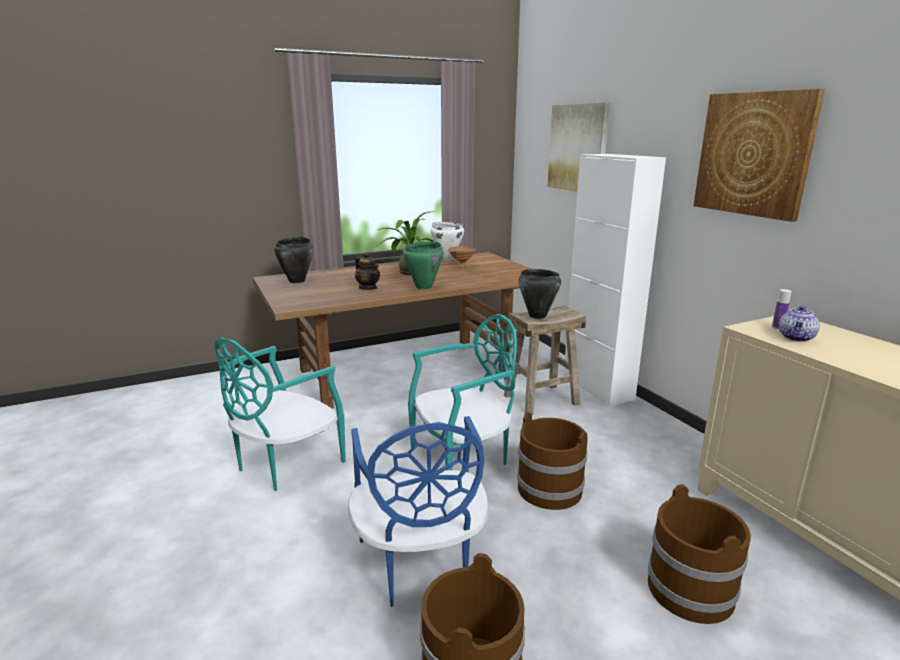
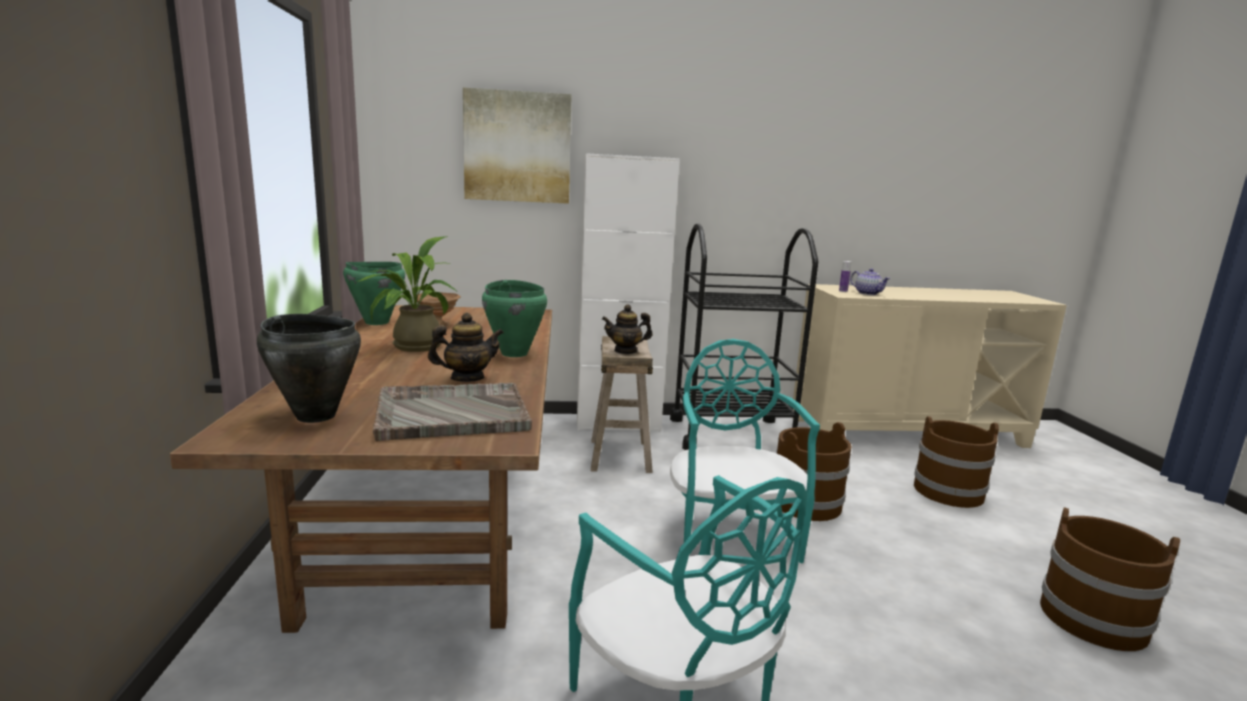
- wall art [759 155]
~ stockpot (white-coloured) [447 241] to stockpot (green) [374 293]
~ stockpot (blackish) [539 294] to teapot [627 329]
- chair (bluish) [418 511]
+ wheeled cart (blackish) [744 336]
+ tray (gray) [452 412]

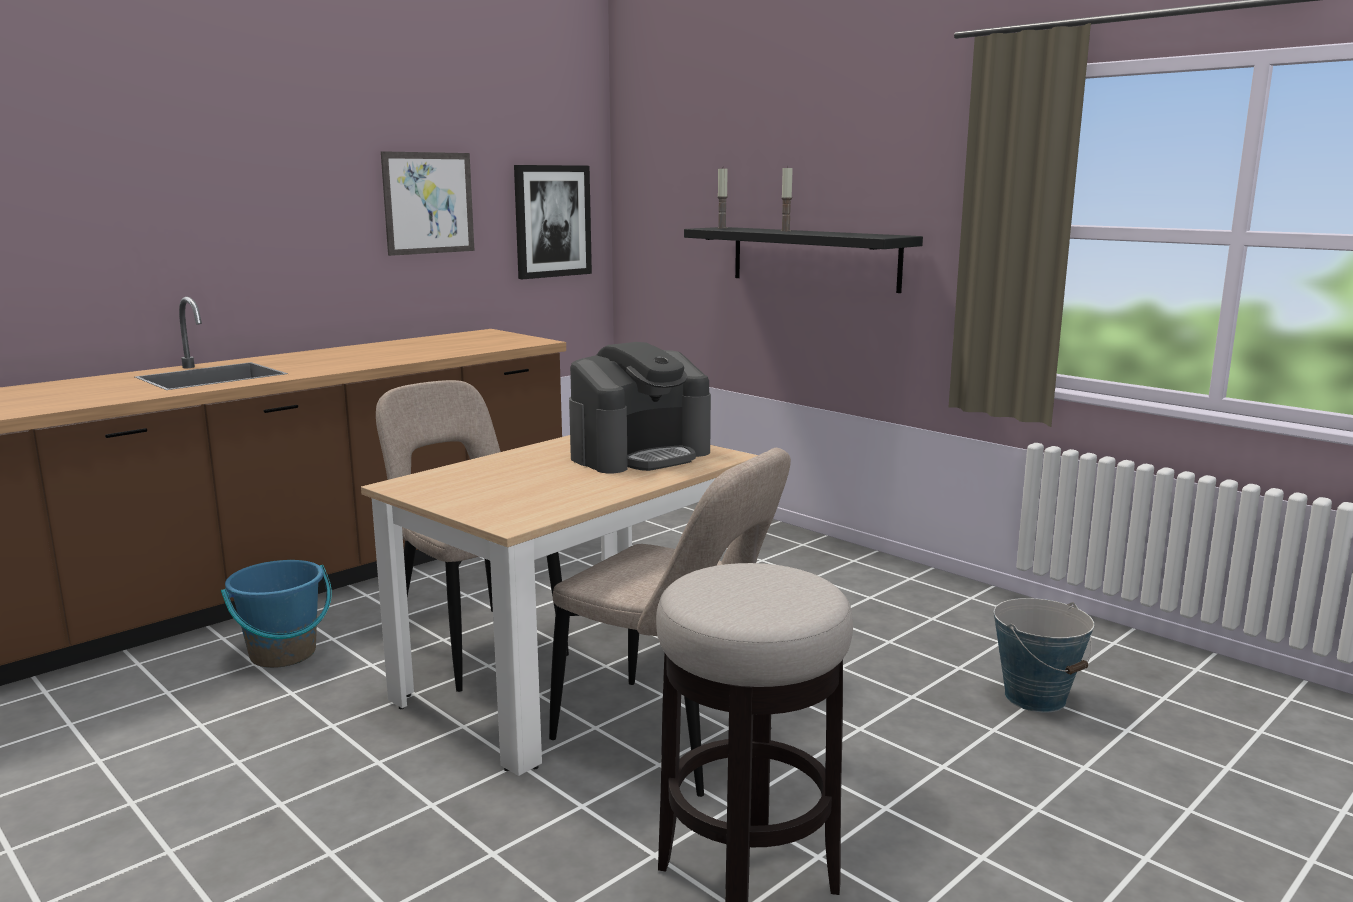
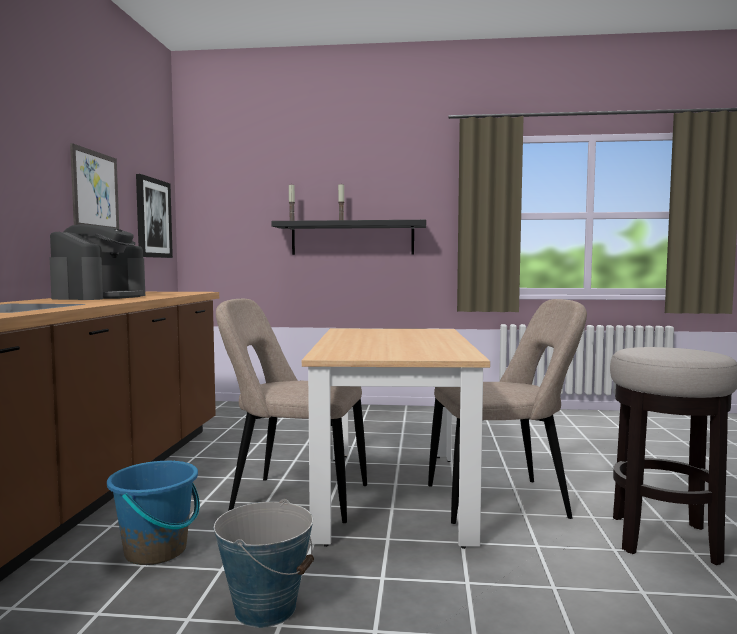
~ coffee machine [640 407] to [97 262]
~ pail [1044 655] to [264 563]

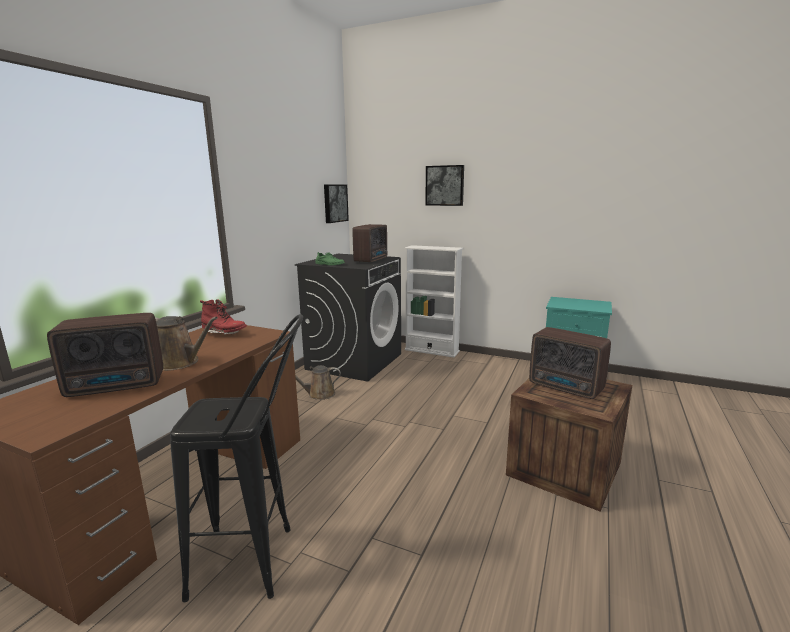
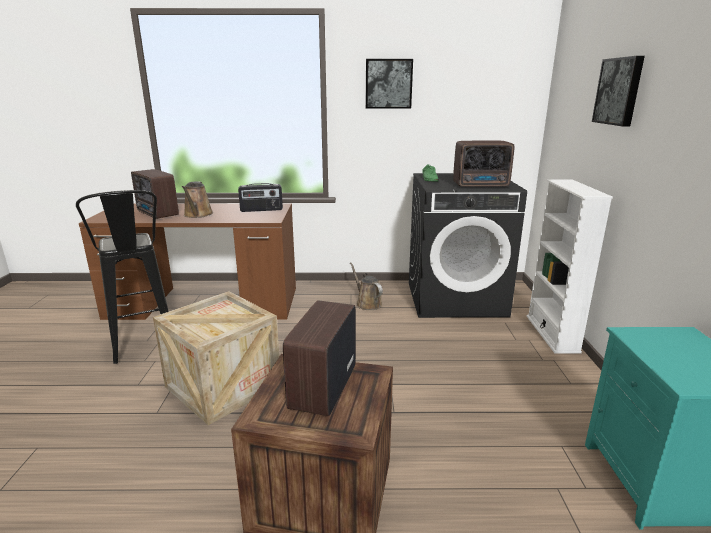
~ wall art [336 203] to [389 84]
~ boot (red-coloured) [223 316] to radio receiver [260 197]
+ shipping crate [216 358]

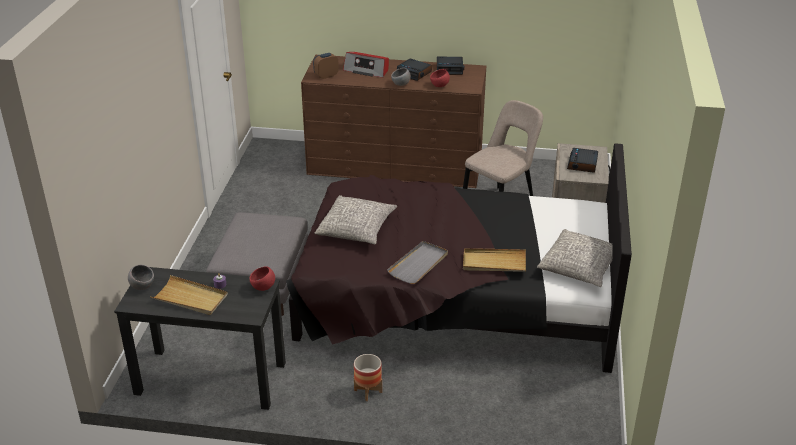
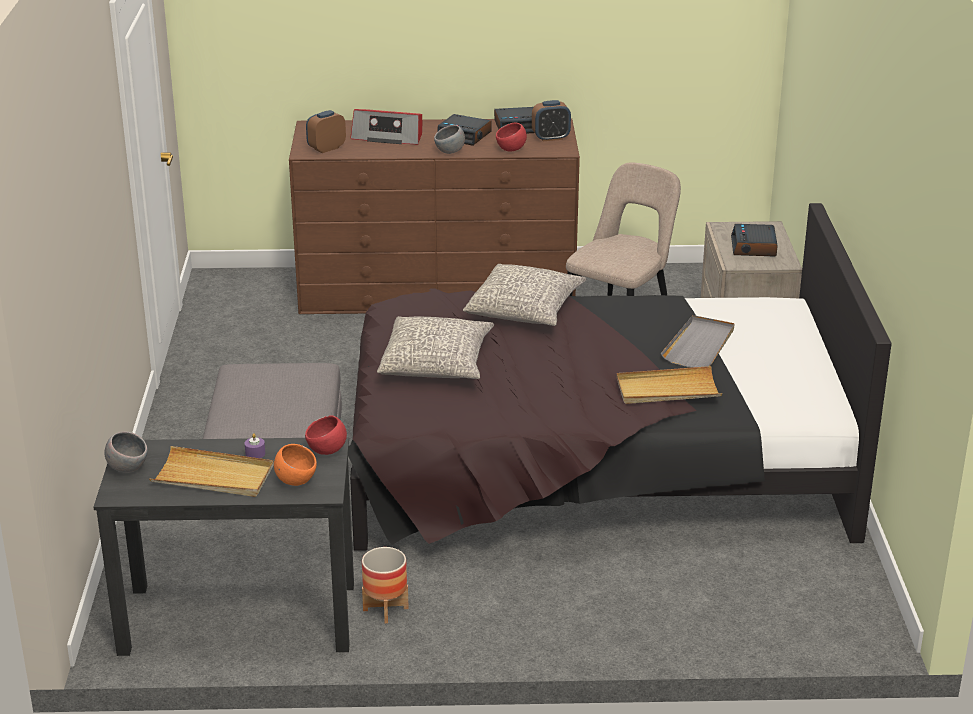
~ throw pillow (gray) [575 258] to [524 295]
~ tray (gray) [417 262] to [697 341]
~ plant pot [368 377] to [385 585]
+ alarm clock [551 120]
+ serving bowl (orange-coloured) [295 465]

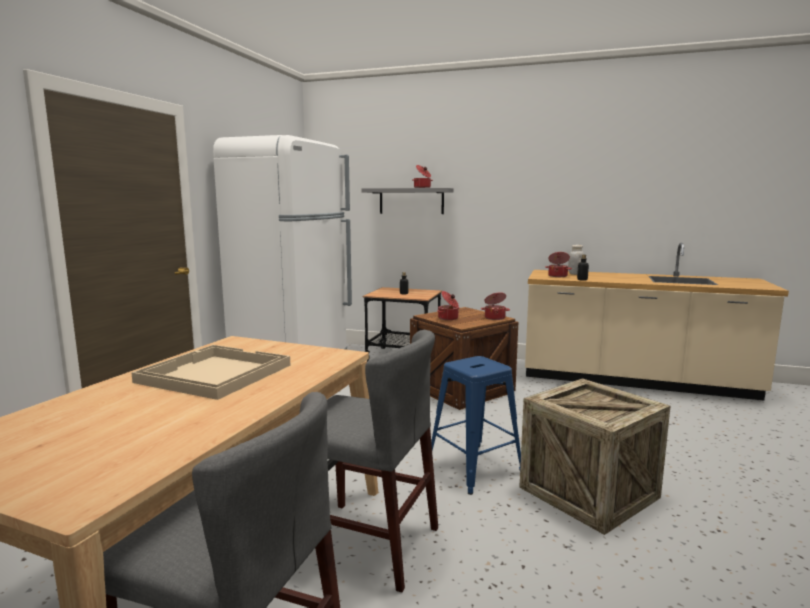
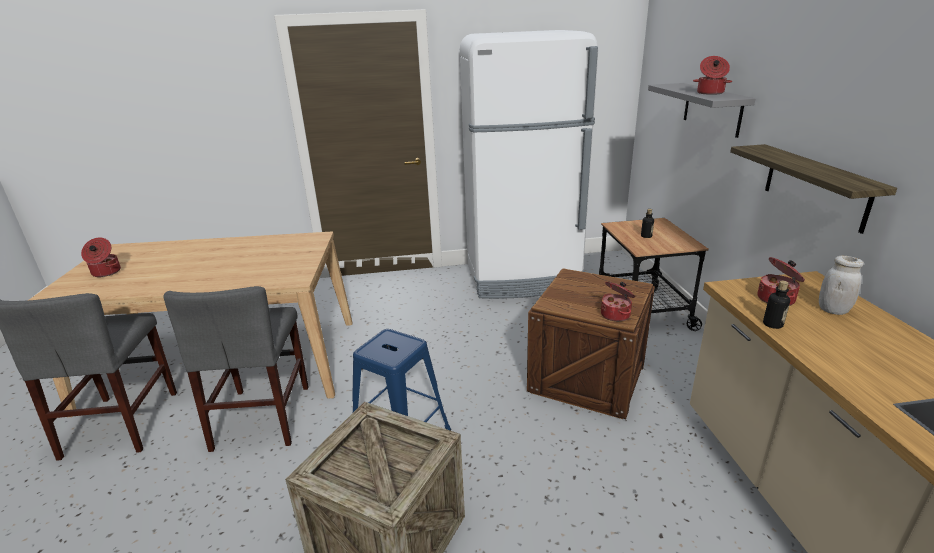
~ stockpot [448 305] to [101 257]
- tray (sand-coloured) [210 372]
+ shelf [813 189]

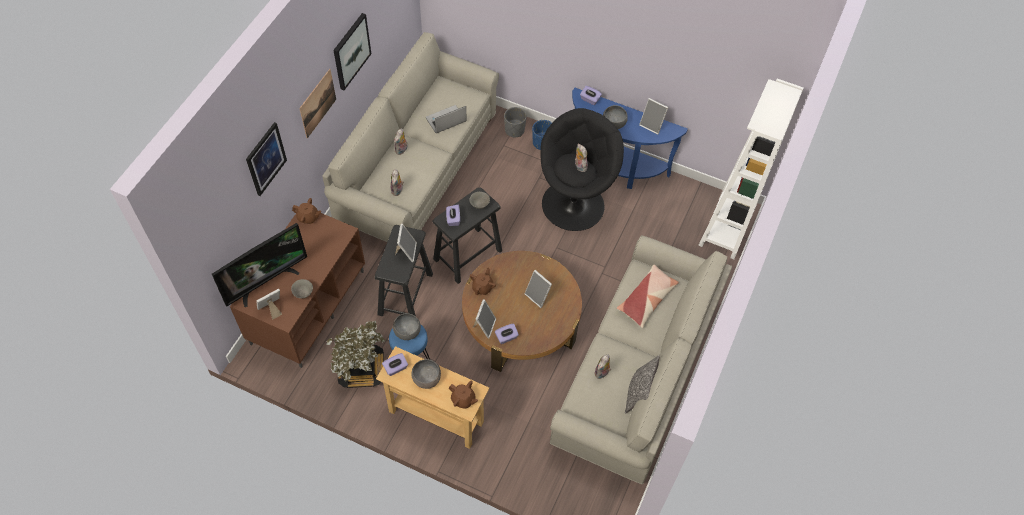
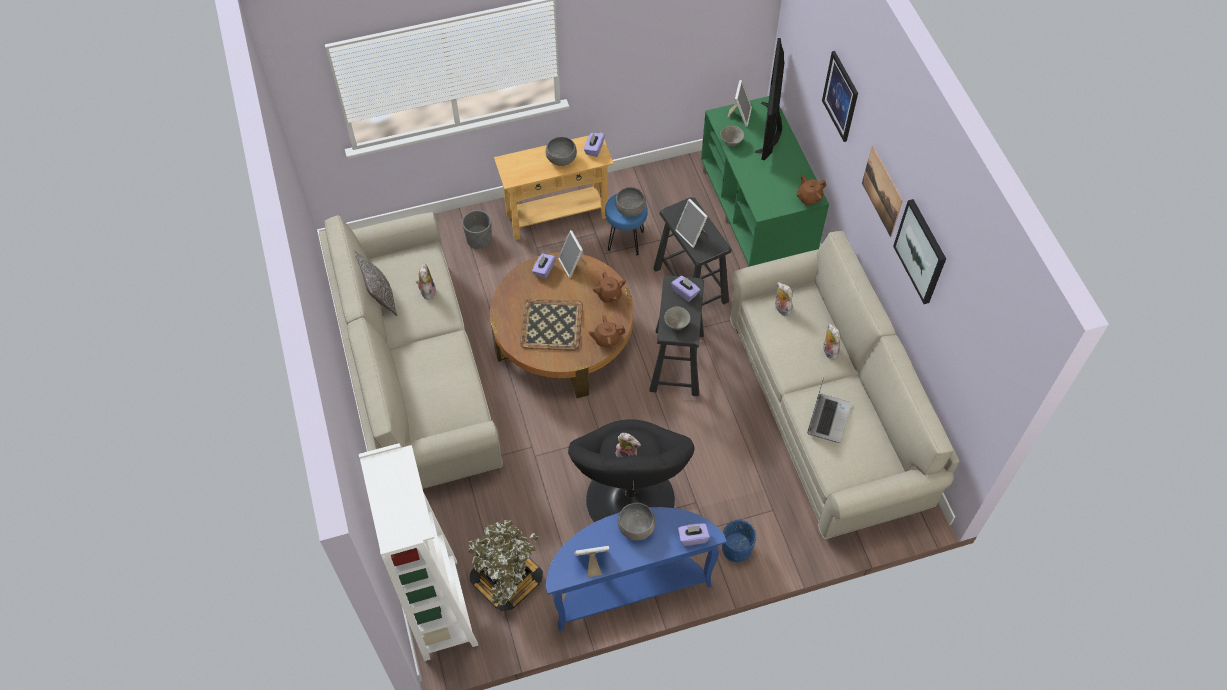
~ plant pot (gray) [515 122] to [477 229]
~ tv stand (brownish) [297 290] to tv stand (green) [765 181]
- throw pillow [648 296]
~ standing frame [538 289] to tray [551 325]
~ potted plant [355 354] to [505 565]
~ teapot (brownish) [463 394] to [606 331]

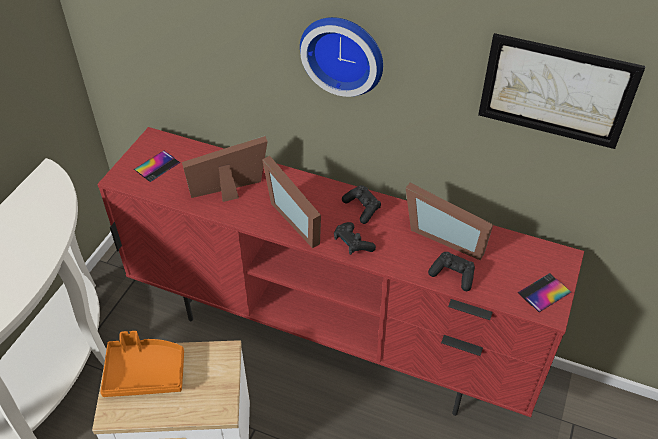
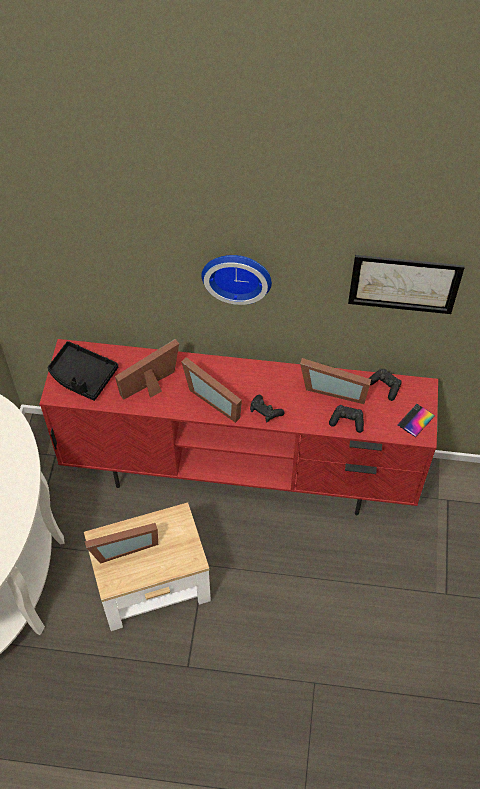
~ telephone [157 166] to tray (blackish) [83 371]
~ joypad (blackish) [361 204] to [385 385]
~ tray (orange-coloured) [142 364] to standing frame [121 543]

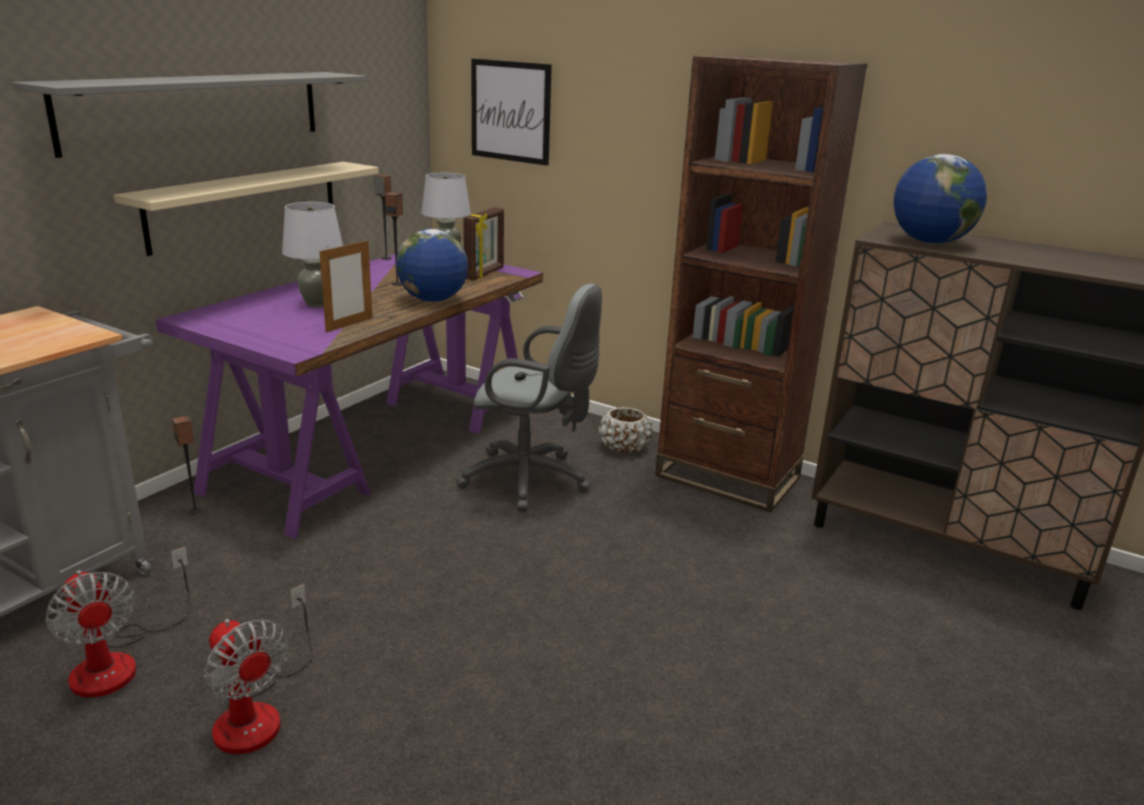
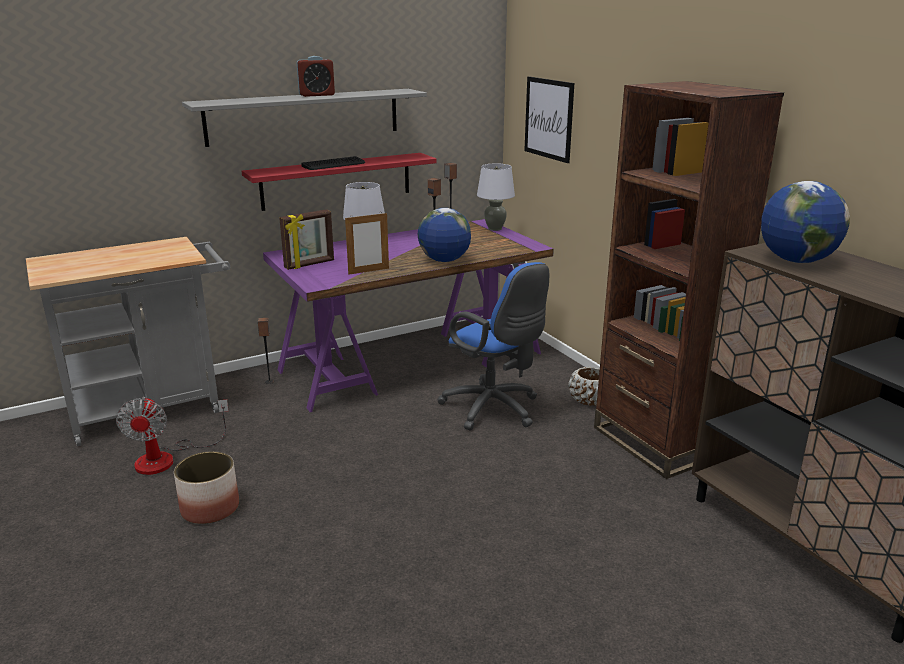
~ shelf (sand-coloured) [246 209] to shelf (red-coloured) [339 182]
~ standing frame [483 243] to [306 239]
~ desk chair (gray) [529 398] to desk chair (bluish) [493 346]
~ cooling fan [258 669] to plant pot [206 487]
+ alarm clock [315 76]
+ PC keyboard [333 163]

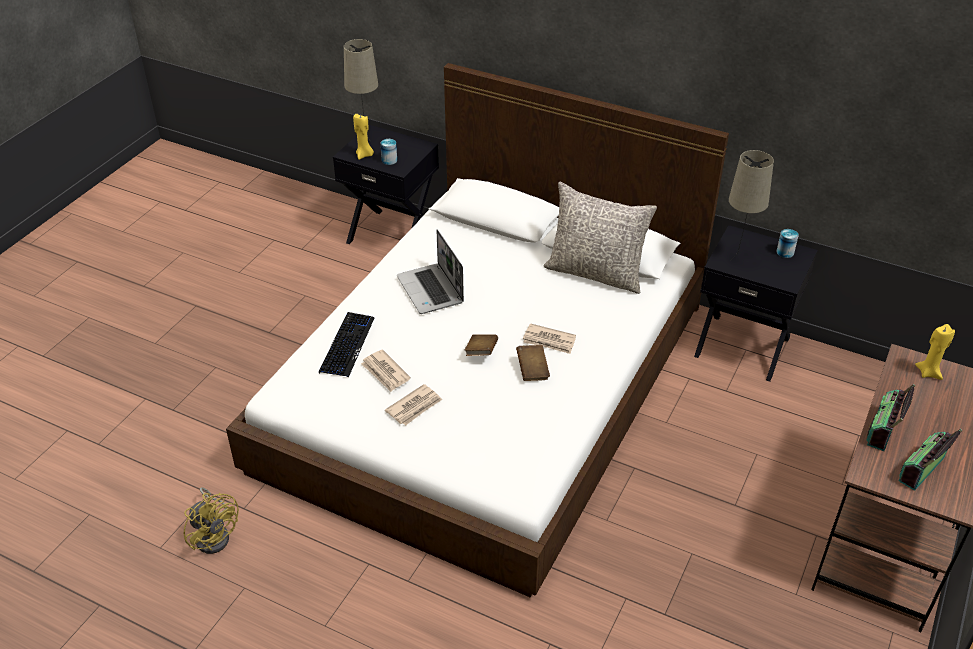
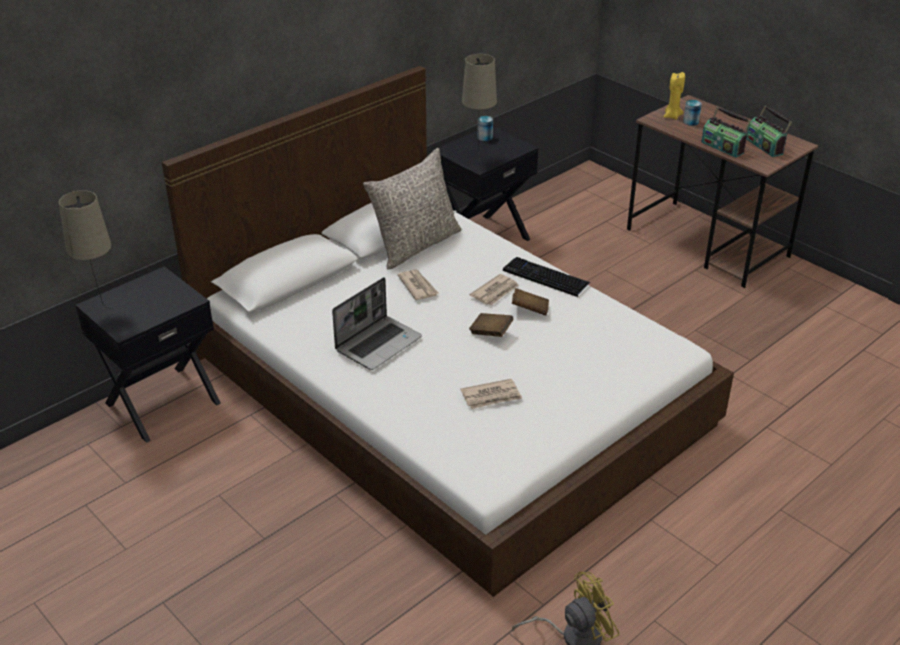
- wax light (yellow-coloured) [363 137]
~ sealed can [389 152] to [692 113]
~ notebook computer [430 271] = [377 323] 45 degrees counterclockwise
~ PC keyboard [346 344] to [547 277]
~ newspaper [413 405] to [418 284]

